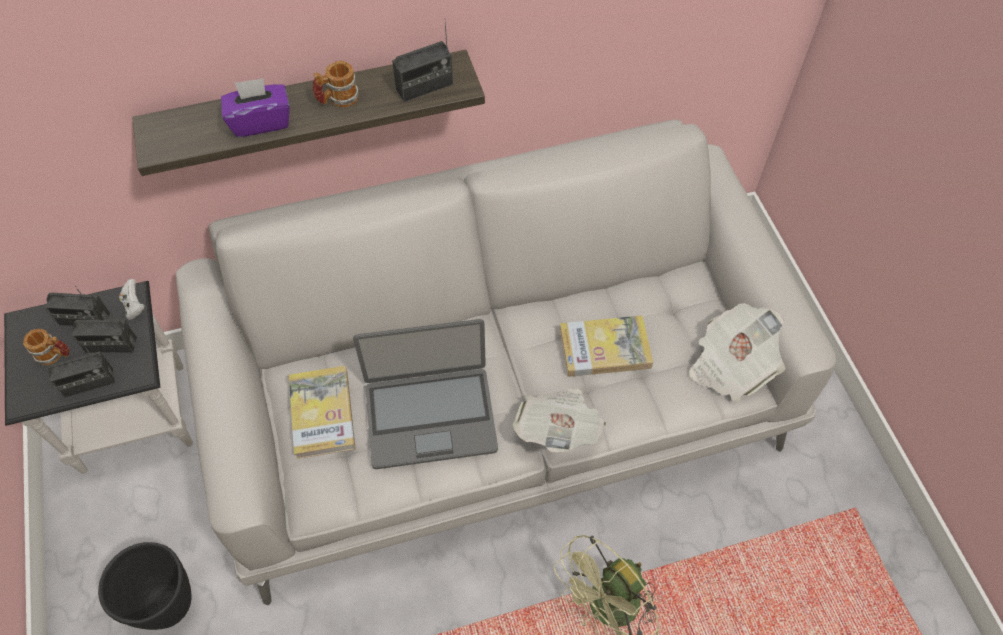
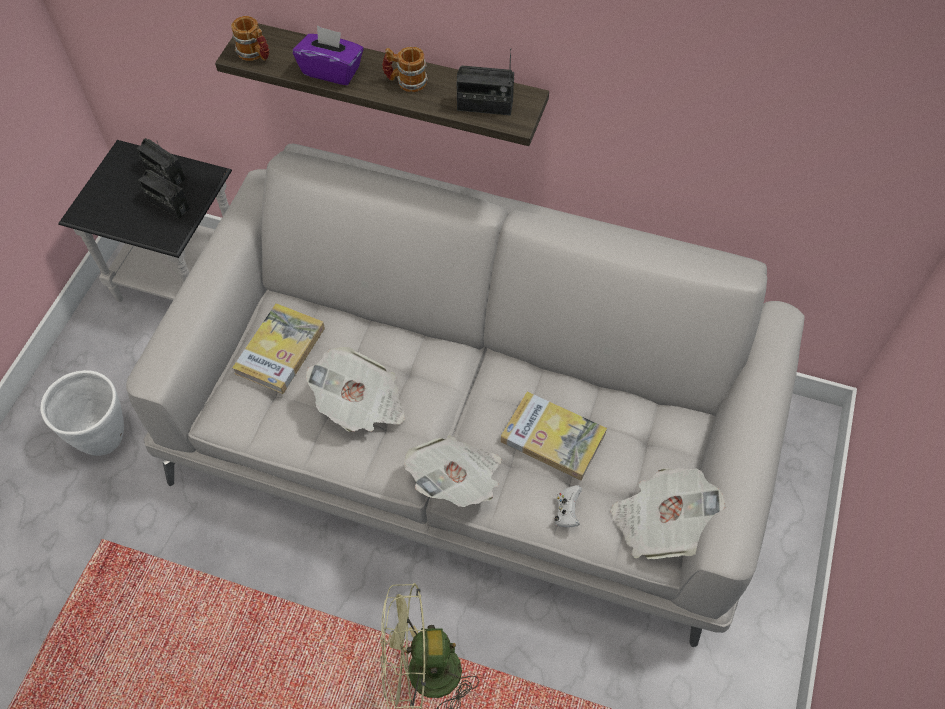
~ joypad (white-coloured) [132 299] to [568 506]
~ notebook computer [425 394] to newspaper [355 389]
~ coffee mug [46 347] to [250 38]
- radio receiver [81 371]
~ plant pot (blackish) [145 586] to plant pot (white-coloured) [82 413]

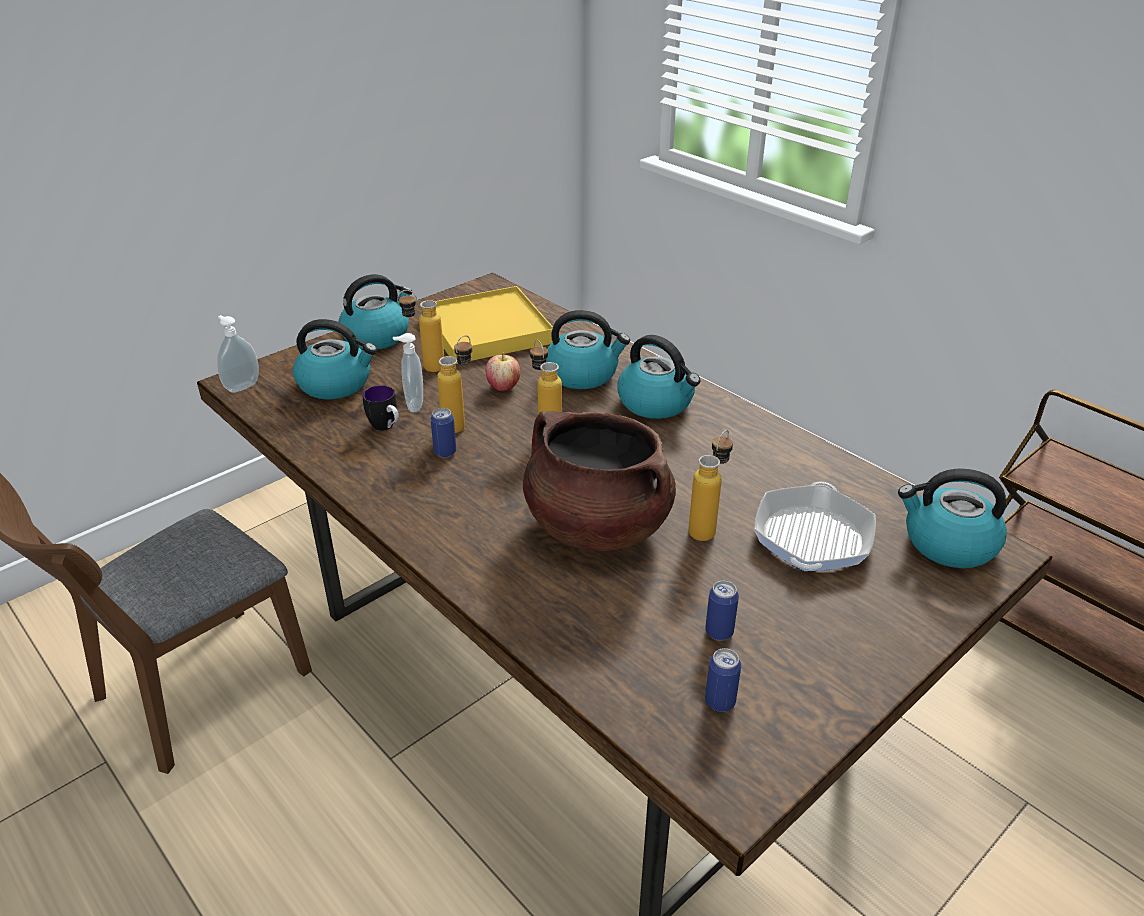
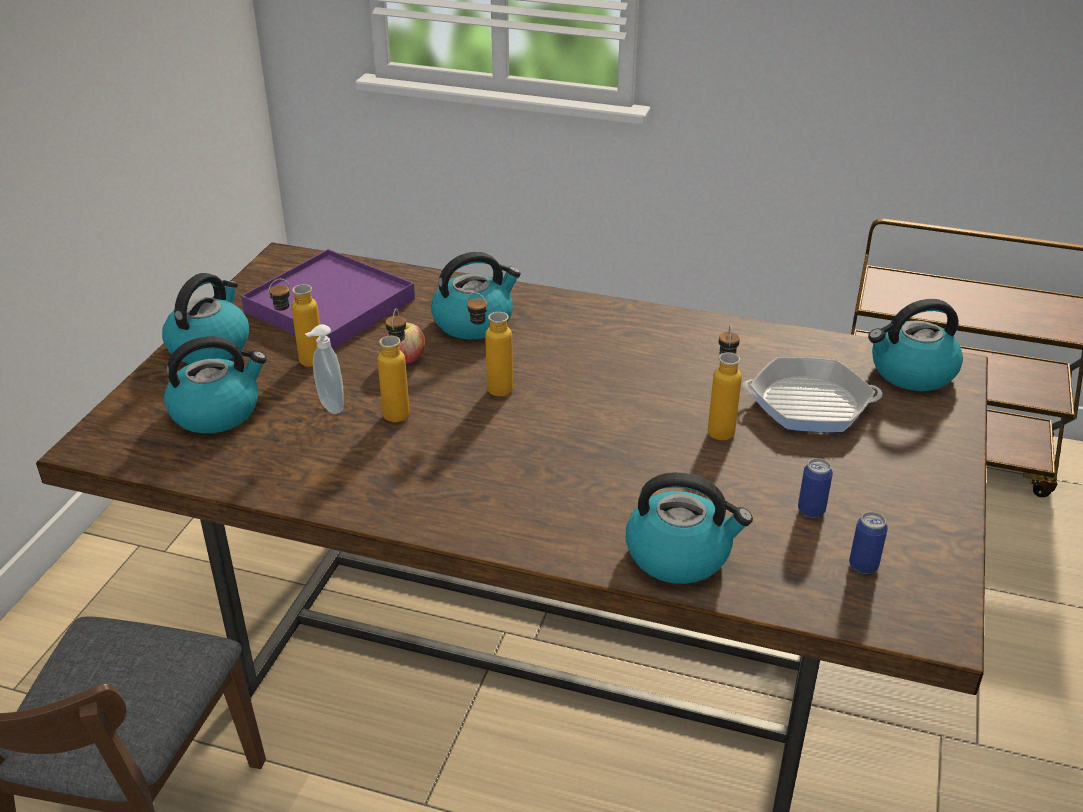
~ tray (yellow-coloured) [494 325] to tray (purple-coloured) [328 299]
- liquid soap bottle [238 354]
~ tea kettle [659 377] to [689 528]
- coffee mug [381 408]
- sealed can [443 433]
- stockpot (brownish) [599 481]
~ pan [815 526] = [812 395] 75 degrees counterclockwise

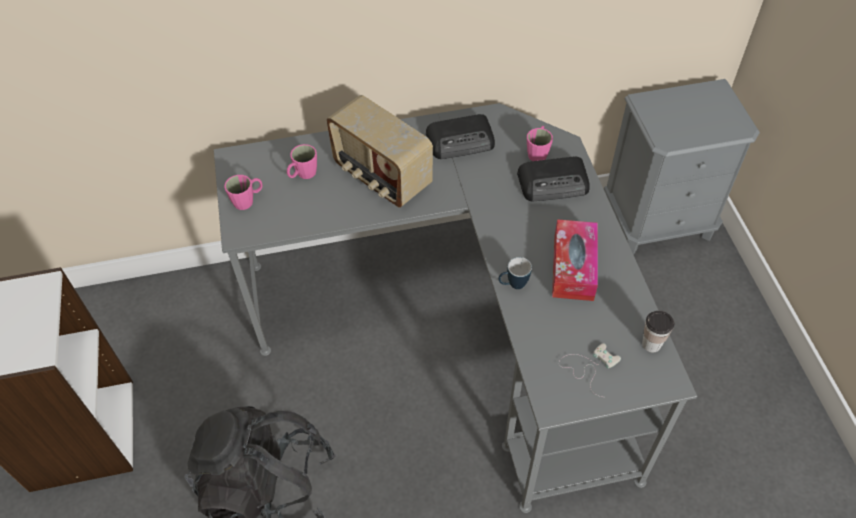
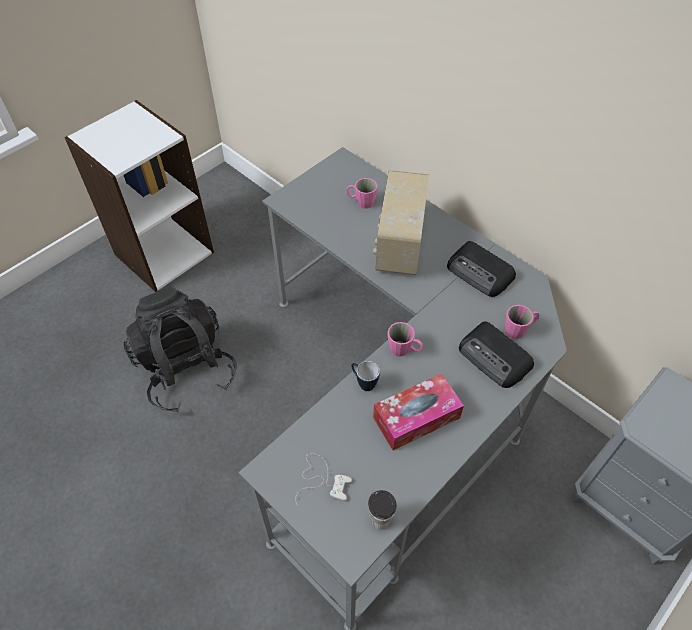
~ coffee mug (pink) [243 192] to [405 339]

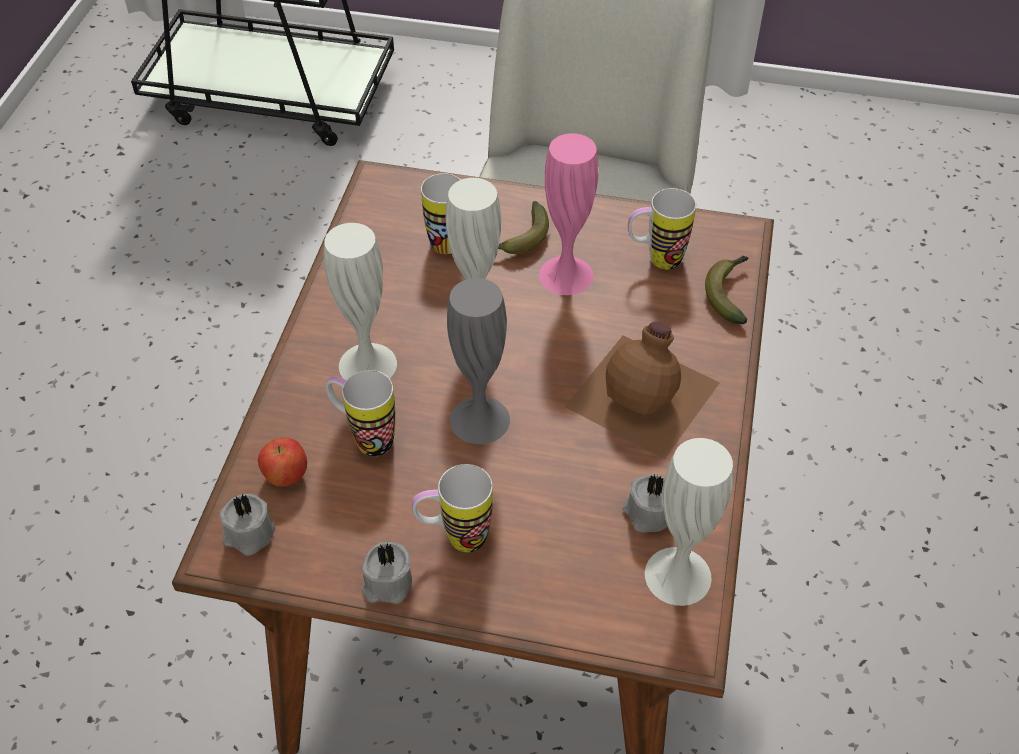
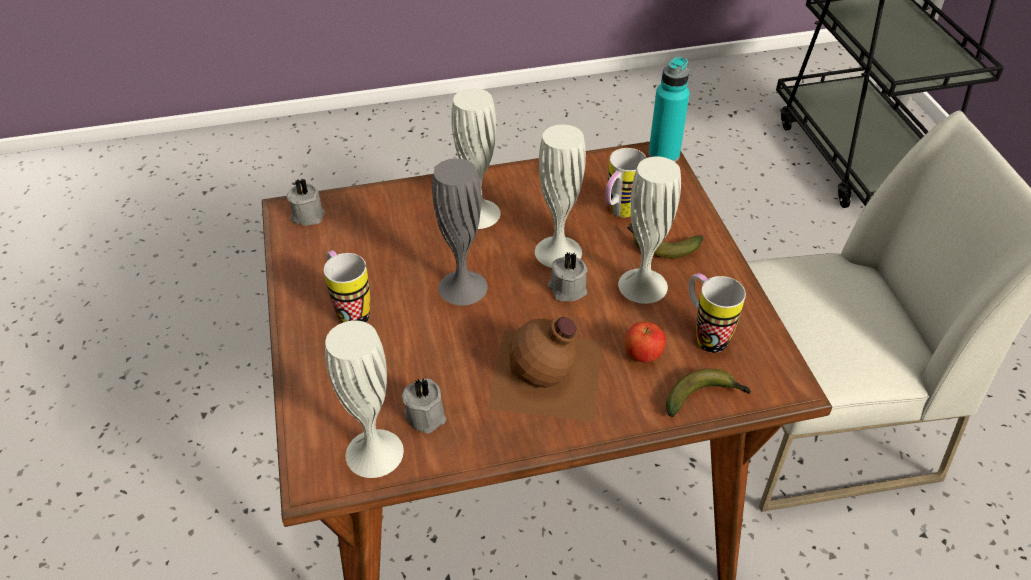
~ decorative vase (pink) [569 214] to decorative vase (white-coloured) [649 230]
- coffee mug [361 413]
~ apple fruit [282 462] to [645 342]
~ wax light (gray) [387 573] to [567 276]
+ drink bottle (turquoise) [669 109]

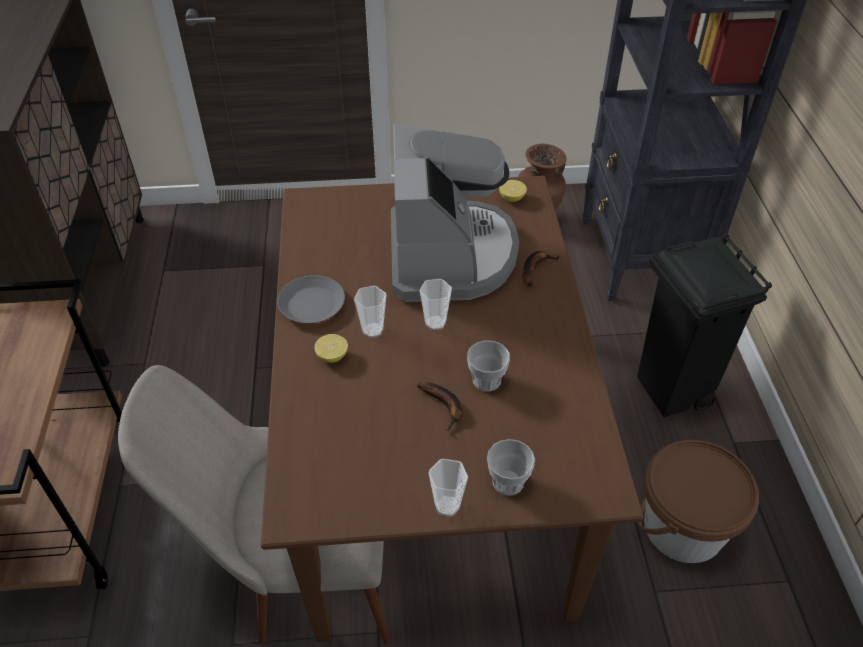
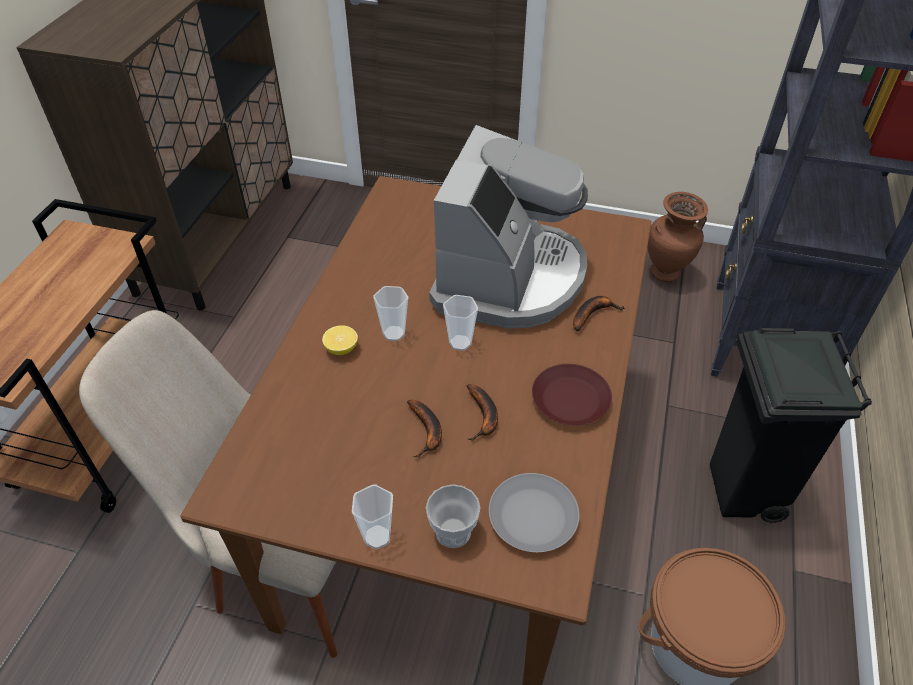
- whole lemon [513 191]
~ flat dish (gray) [311 299] to [534 512]
~ cup [488 366] to whole banana [482 412]
+ flat dish (brownish) [572 395]

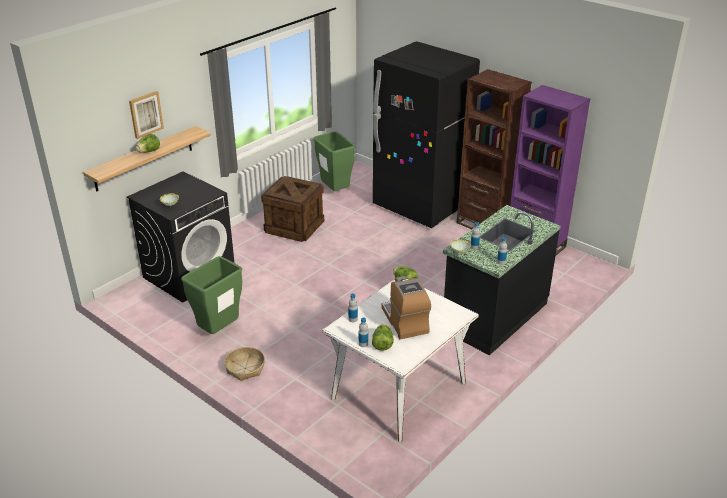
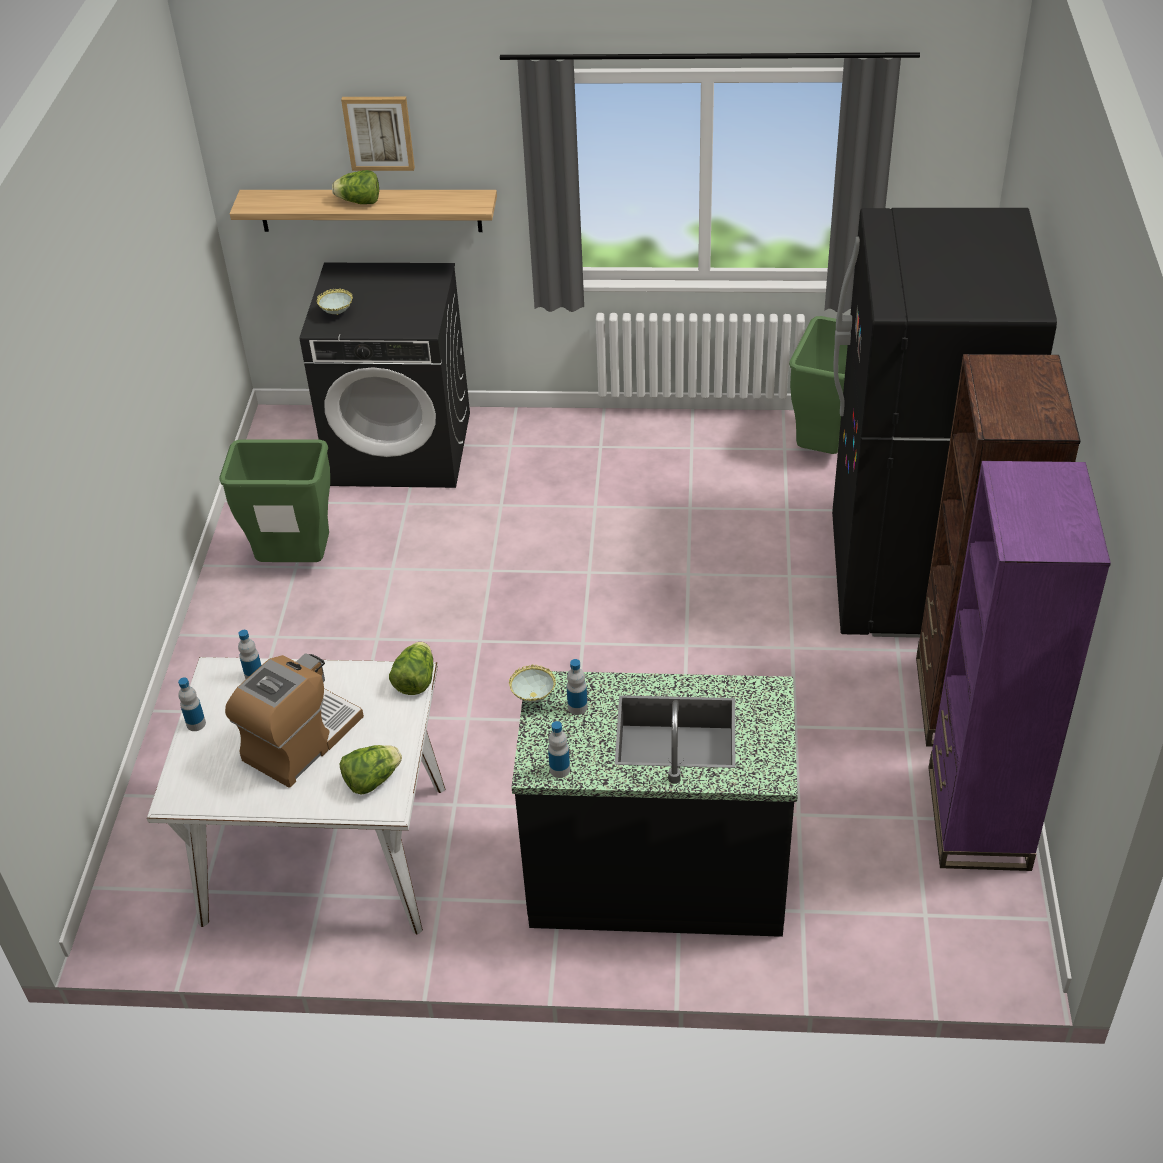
- shipping crate [292 209]
~ lettuce head [383 337] to [370 770]
- household basket [244 364]

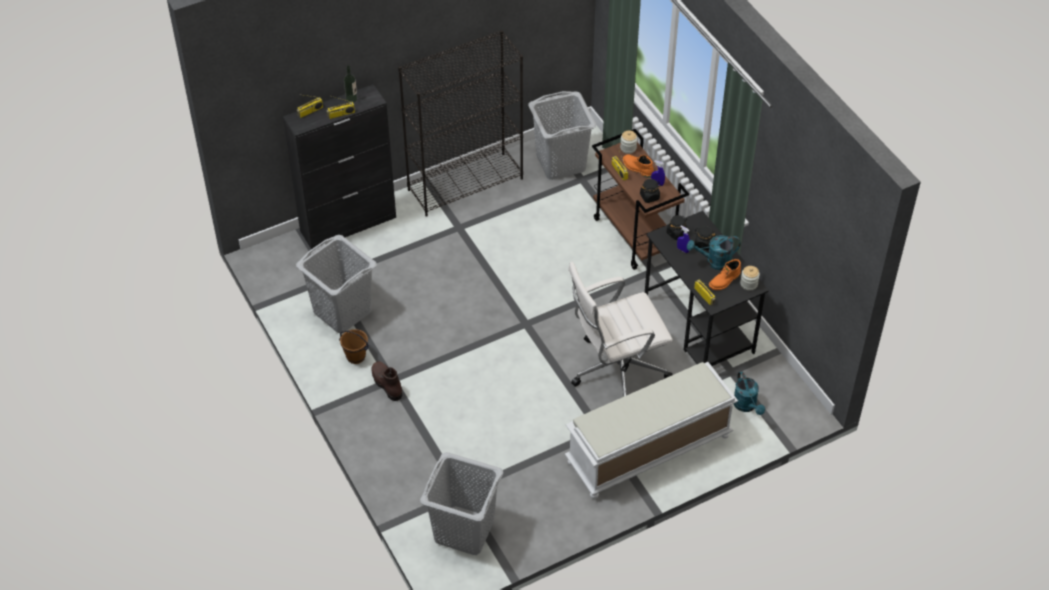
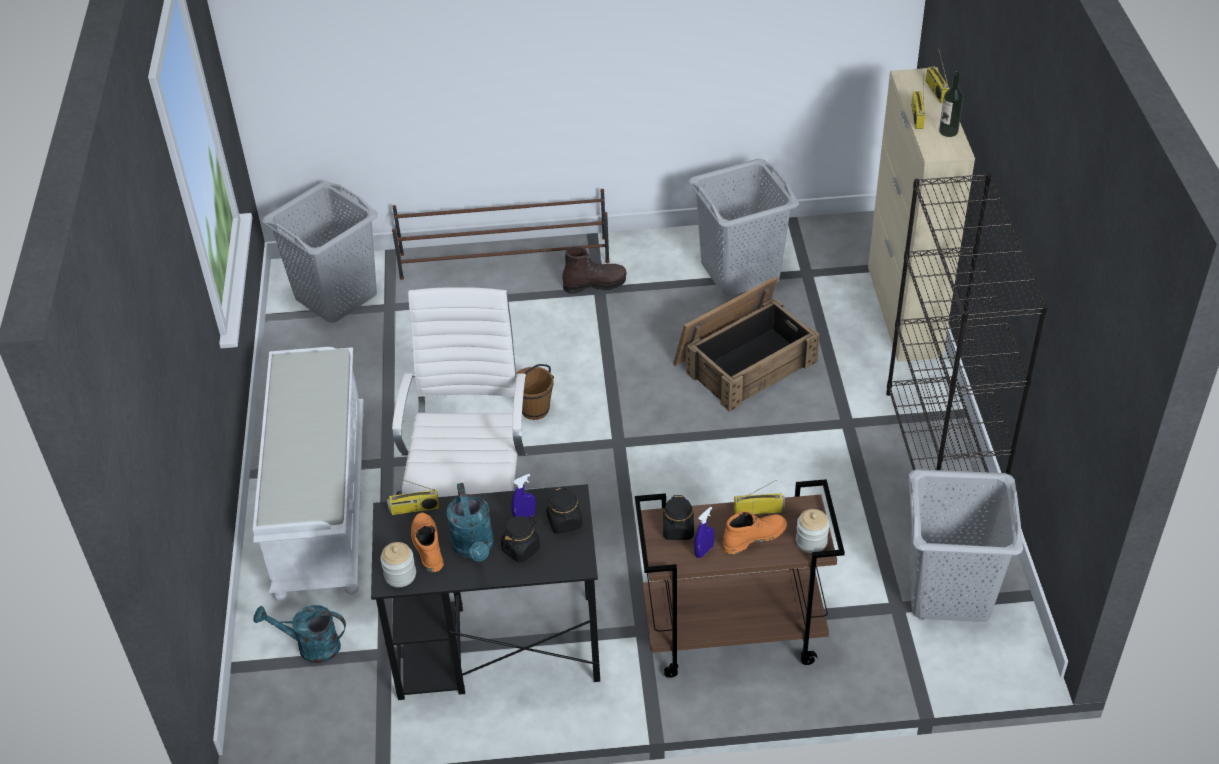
~ cupboard (blackish) [339 166] to cupboard (sand-coloured) [921 214]
~ watering can (turquoise) [714 252] = [470 522] 150 degrees clockwise
~ pail (brownish) [354 346] to [535 392]
+ shoe rack (brownish) [501 234]
+ shipping crate [746 344]

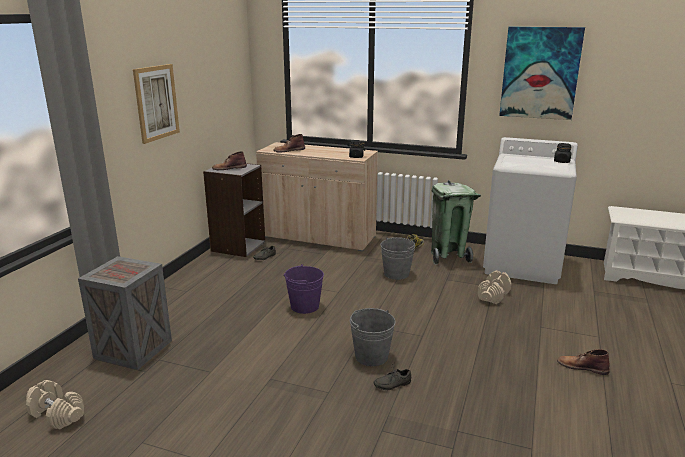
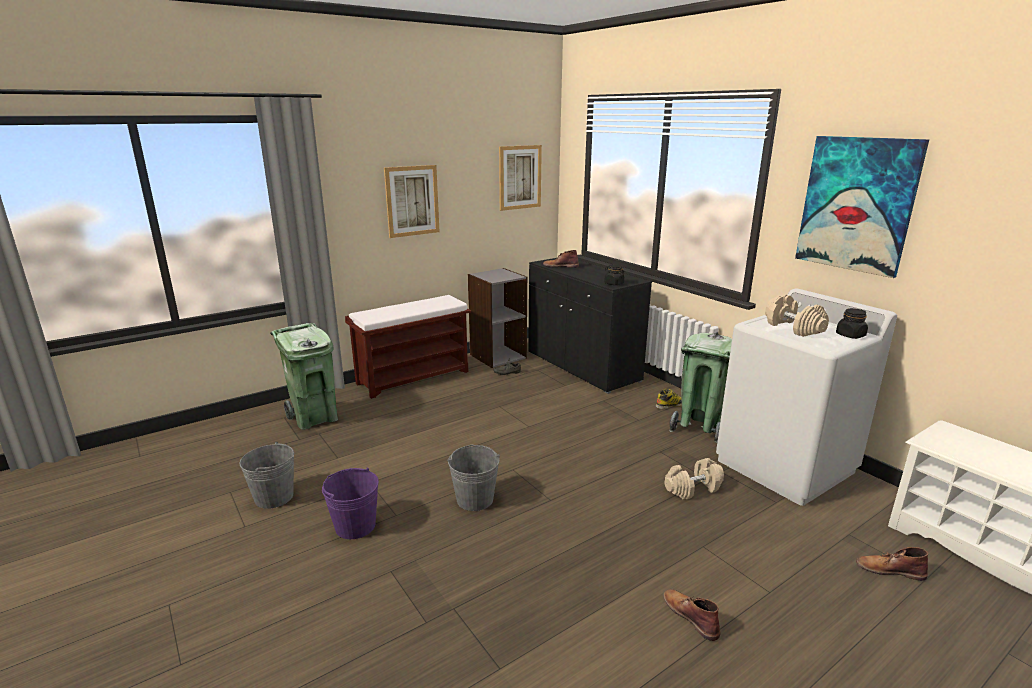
~ cupboard (sand-coloured) [317 196] to cupboard (blackish) [590 326]
~ boot (brownish) [229 160] to [892 564]
~ pail (gray) [397 258] to [266 475]
~ shipping crate [125 313] to waste bin (green) [304 376]
~ pail (purple-coloured) [304 289] to [350 503]
- low shoe (gray) [392 377]
~ hand weight (sand-coloured) [55 404] to [797 315]
+ wall art [520 178]
+ long seat (brownish) [408 347]

